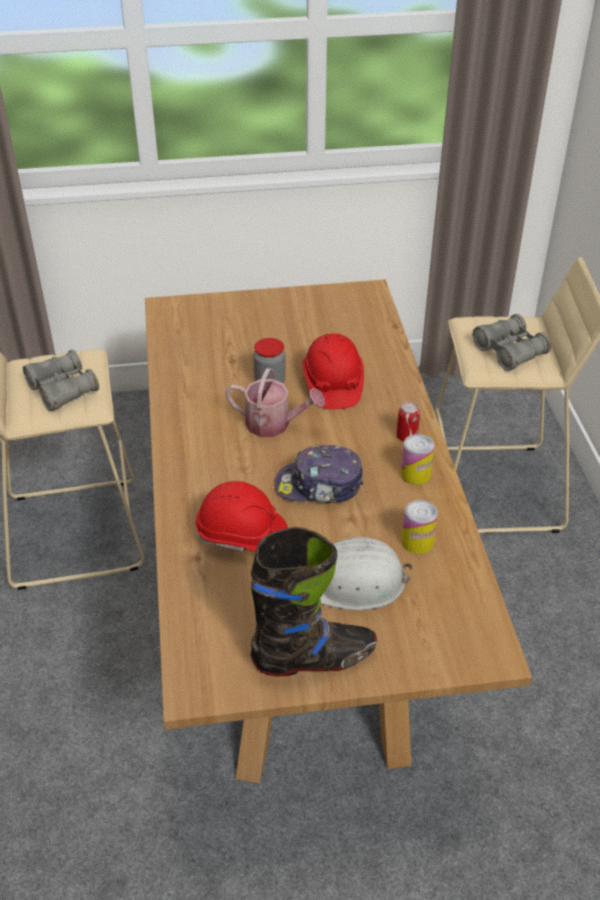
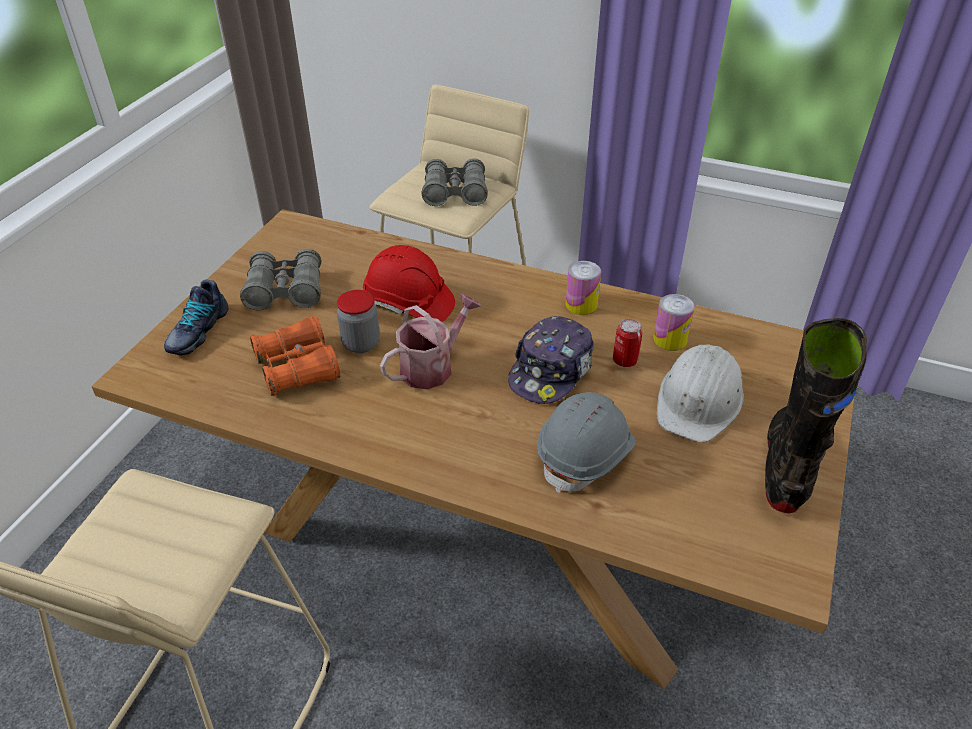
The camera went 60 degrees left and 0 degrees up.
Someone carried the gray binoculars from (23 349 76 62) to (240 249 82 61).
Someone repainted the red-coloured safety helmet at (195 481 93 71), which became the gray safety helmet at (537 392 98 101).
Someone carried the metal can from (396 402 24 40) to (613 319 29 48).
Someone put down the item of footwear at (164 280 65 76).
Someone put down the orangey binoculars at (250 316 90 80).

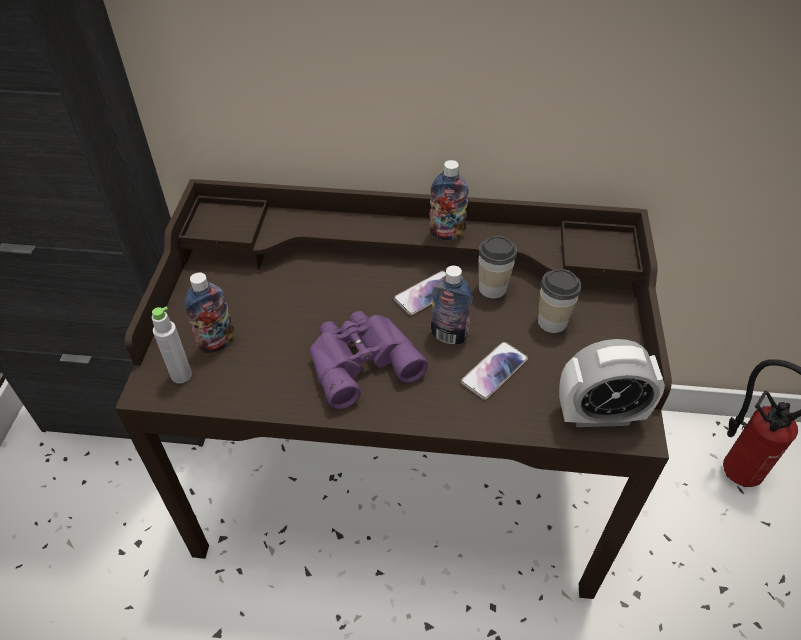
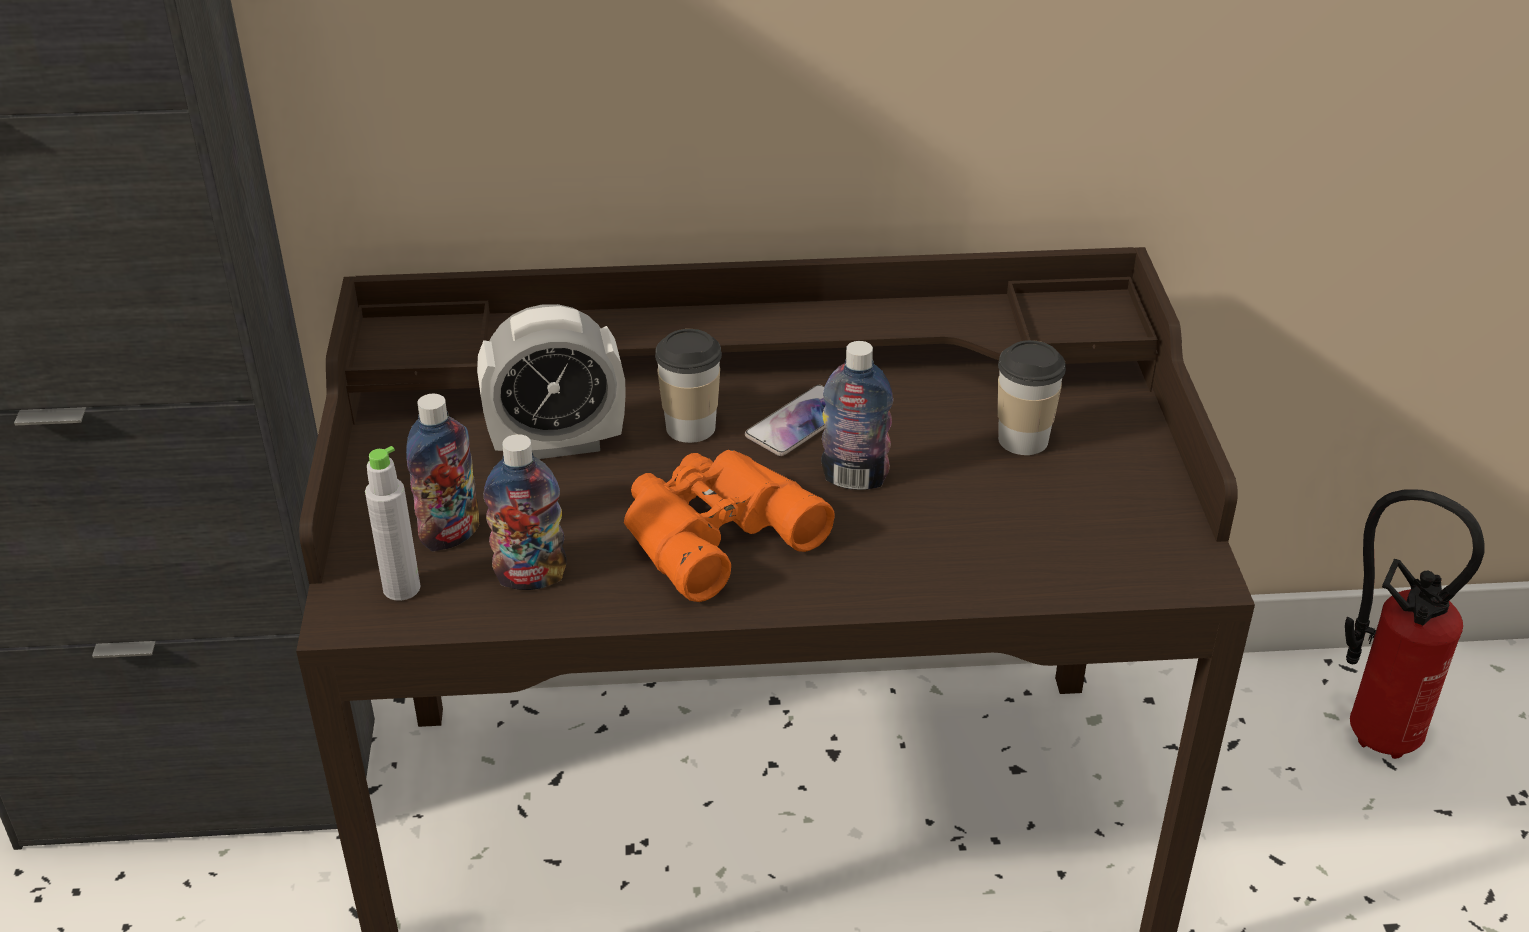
The camera went 10 degrees left and 10 degrees down.
Someone repainted the purple binoculars at (309 311 119 98), which became the orangey binoculars at (624 450 210 152).
Someone carried the drink bottle from (429 160 40 80) to (484 434 83 156).
Someone took away the telephone at (461 342 67 58).
Someone carried the small cup from (478 236 39 62) to (655 329 67 114).
Someone carried the bedside clock from (559 339 106 88) to (477 304 149 155).

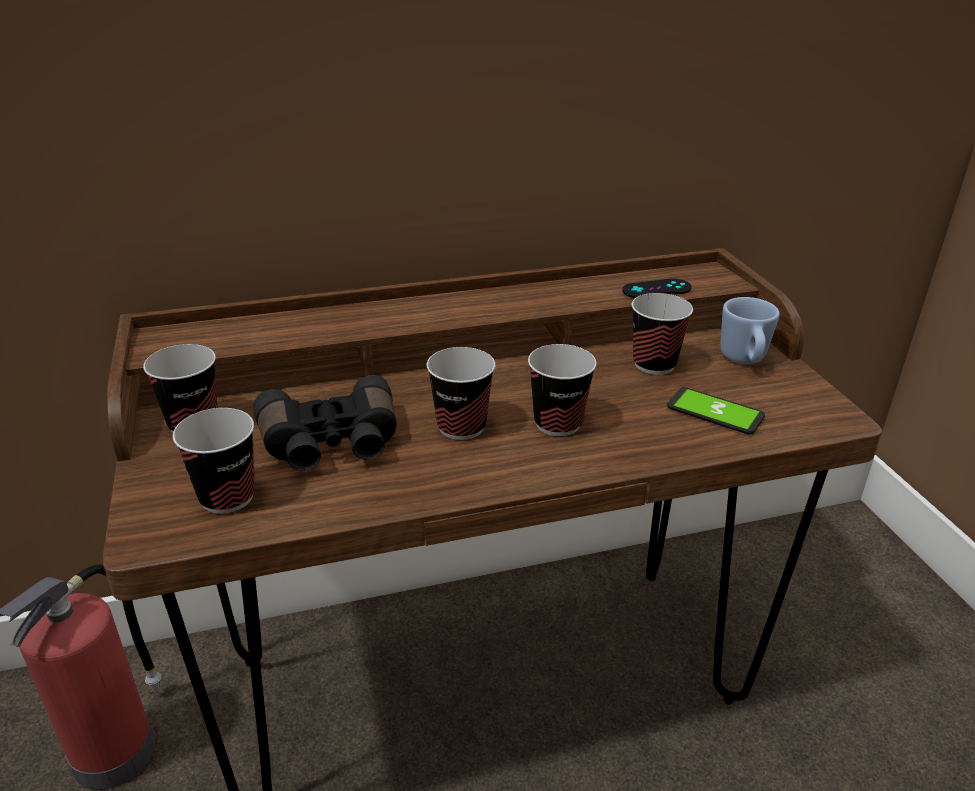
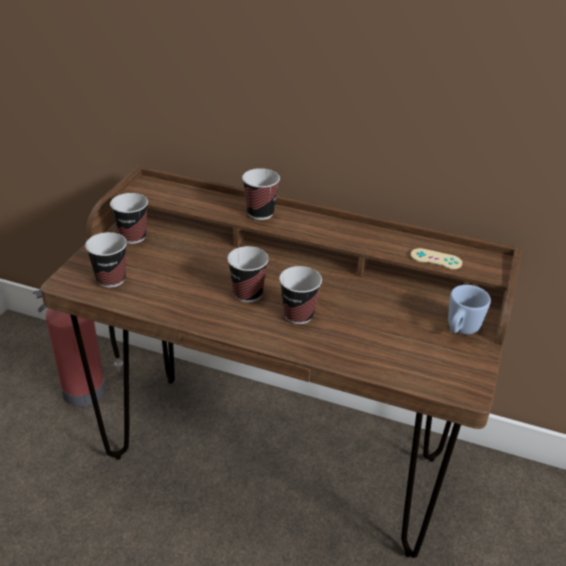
The camera went 35 degrees right and 5 degrees up.
Someone took away the black binoculars at (253 375 144 96).
Someone repainted the black game controller at (622 278 70 20), which became the sand-coloured game controller at (411 248 51 21).
Someone carried the small cup from (632 293 61 82) to (242 168 38 52).
Someone took away the telephone at (667 387 98 48).

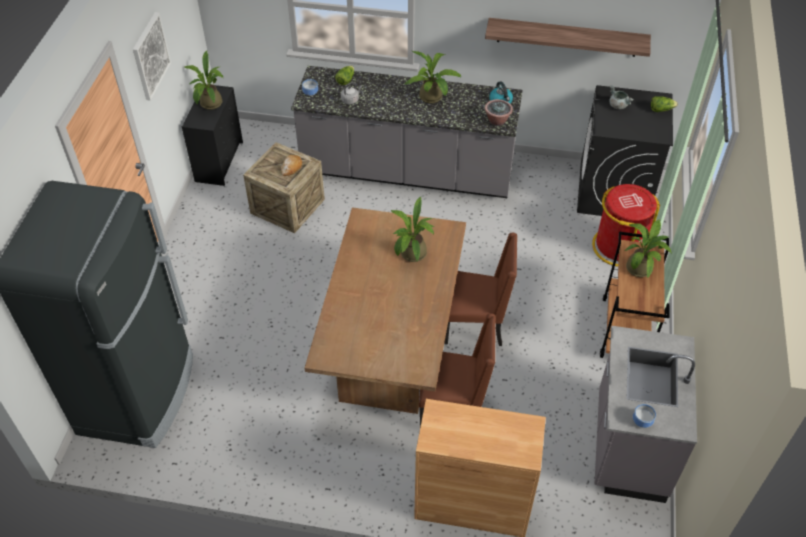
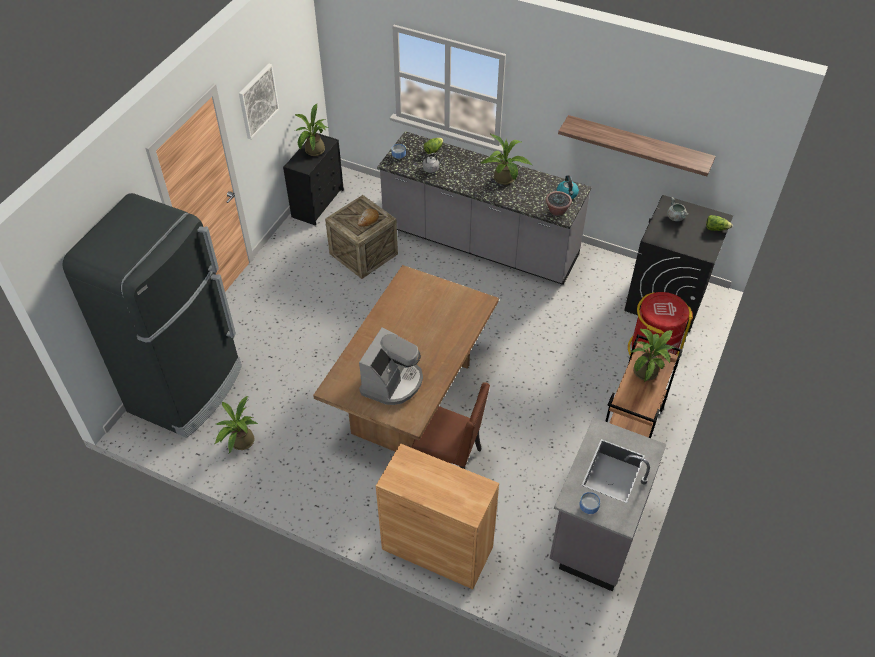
The camera went 15 degrees right and 0 degrees up.
Someone carried the potted plant from (391 196 43 66) to (215 396 43 57).
Someone took away the brownish chair at (444 232 73 114).
Someone put down the coffee maker at (359 327 64 78).

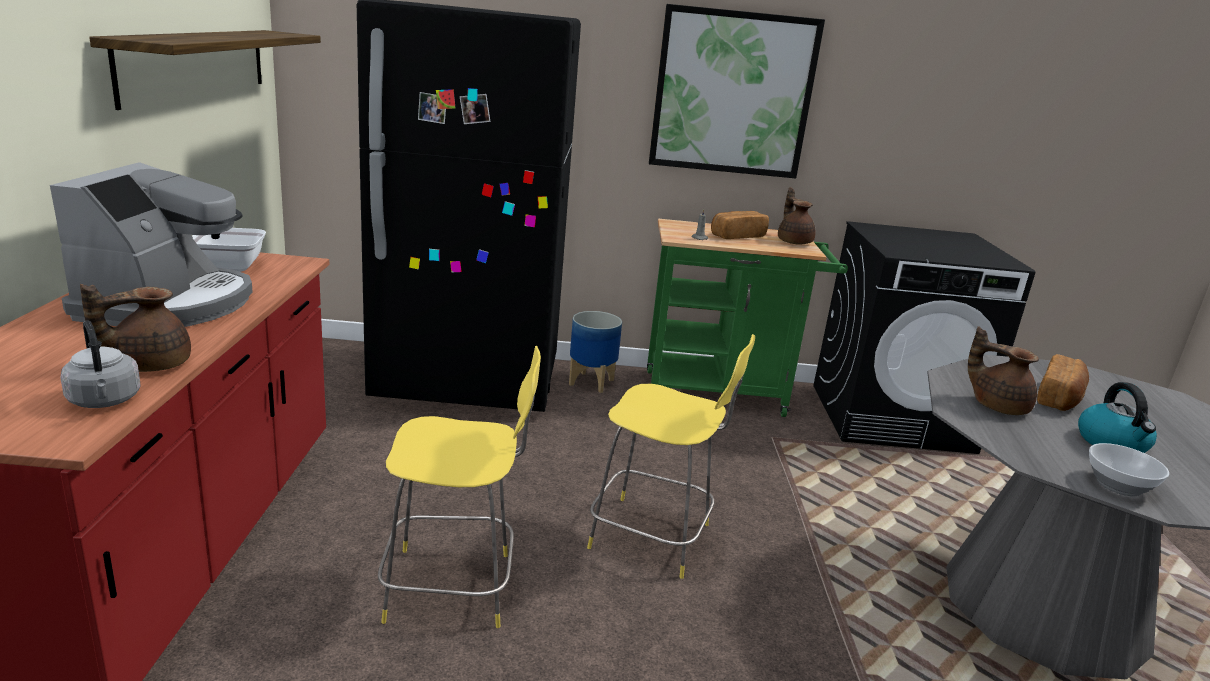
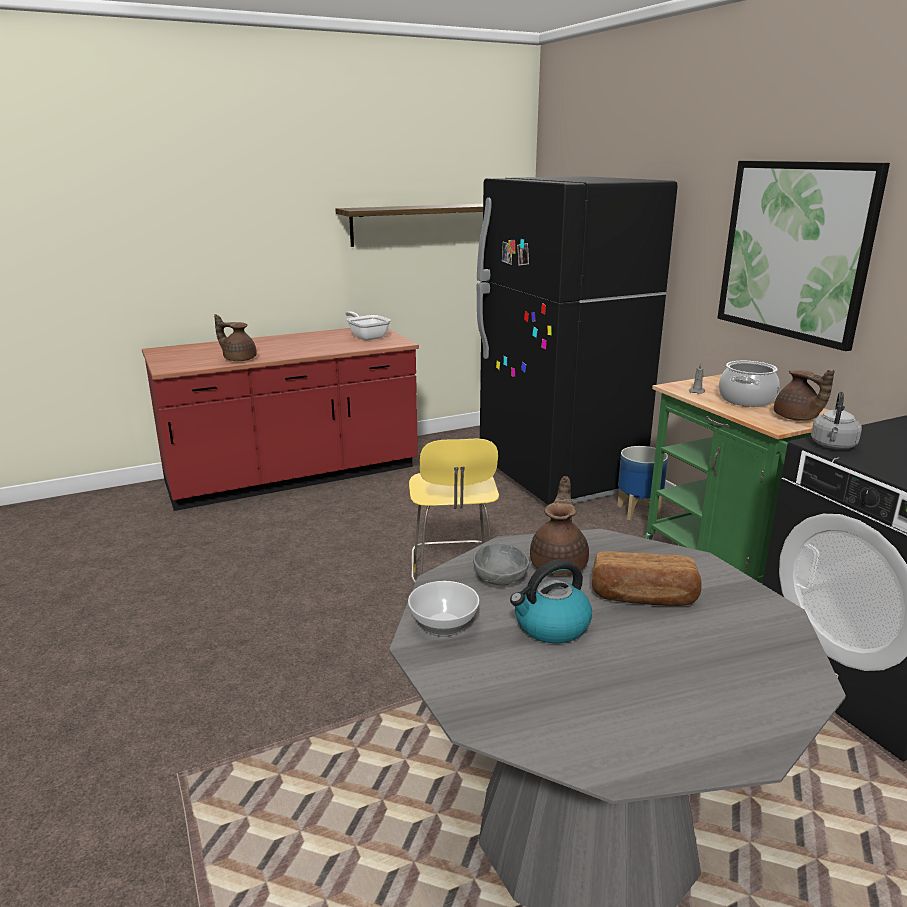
The camera went 65 degrees right and 0 degrees up.
Someone took away the coffee maker at (50 162 203 165).
Someone carried the gray tea kettle from (60 321 80 87) to (811 392 51 57).
Someone took away the yellow-coloured sitting stool at (378 346 163 282).
Someone swapped the bread at (711 211 58 28) for the saucepot at (719 361 61 46).
Someone rotated the brownish pot for tea at (778 187 38 58) by 105 degrees clockwise.
Someone put down the gray bowl at (473 543 56 43).

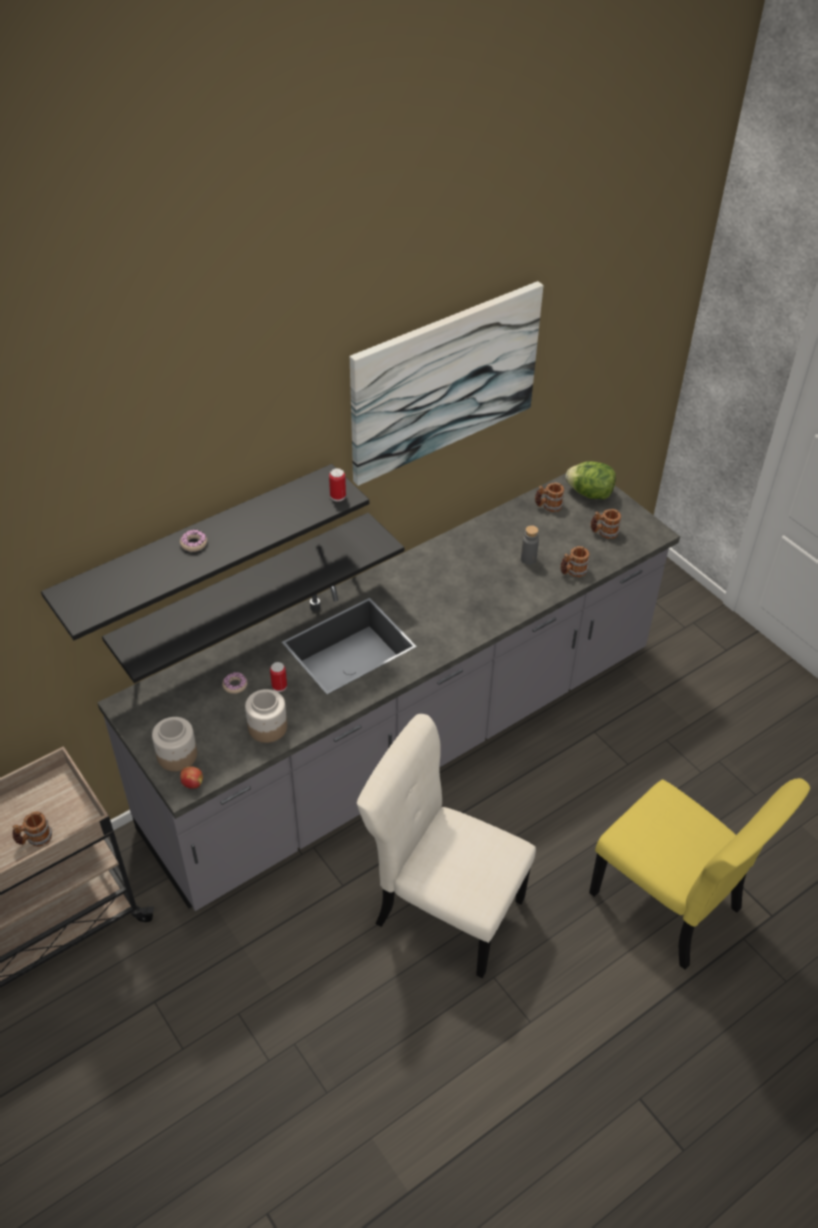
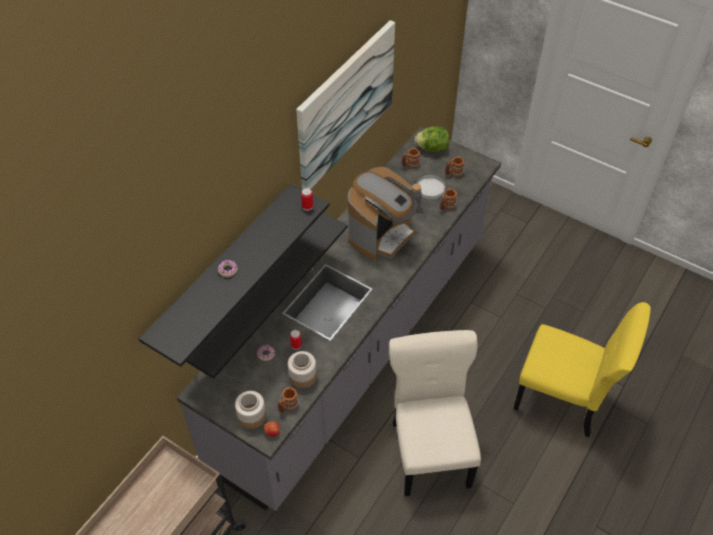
The camera went 20 degrees left and 5 degrees up.
Someone carried the mug from (13 811 39 36) to (278 387 21 26).
Someone rotated the sand-coloured chair at (357 714 179 264) by 75 degrees clockwise.
Someone put down the coffee maker at (348 167 70 93).
Someone put down the whitish flat dish at (416 175 29 24).

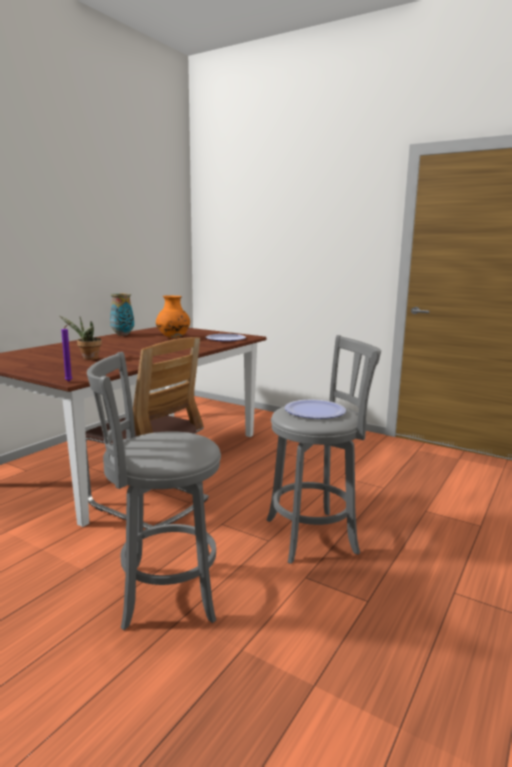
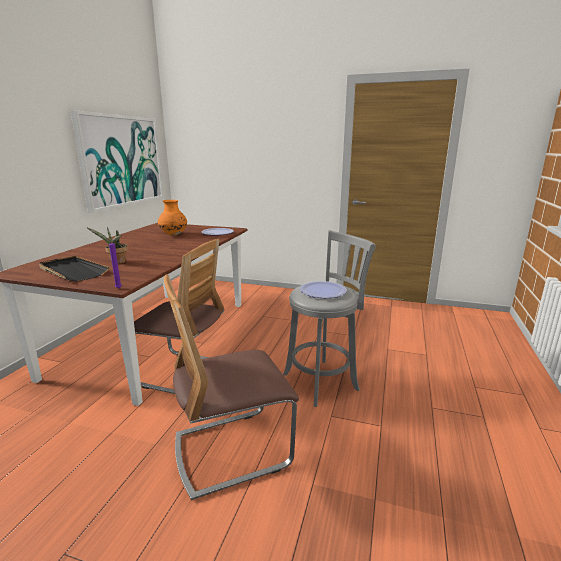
The camera went 15 degrees left and 5 degrees up.
Someone swapped the gray sitting stool at (87 352 134 278) for the chair at (164 274 135 226).
Someone took away the decorative vase at (110 293 24 43).
Someone put down the black carrying tray at (39 256 70 26).
Someone put up the picture at (71 110 93 103).

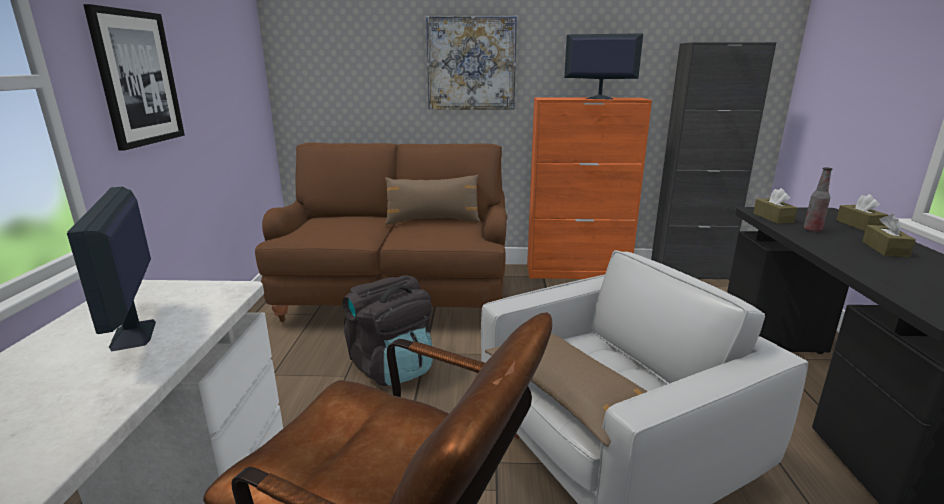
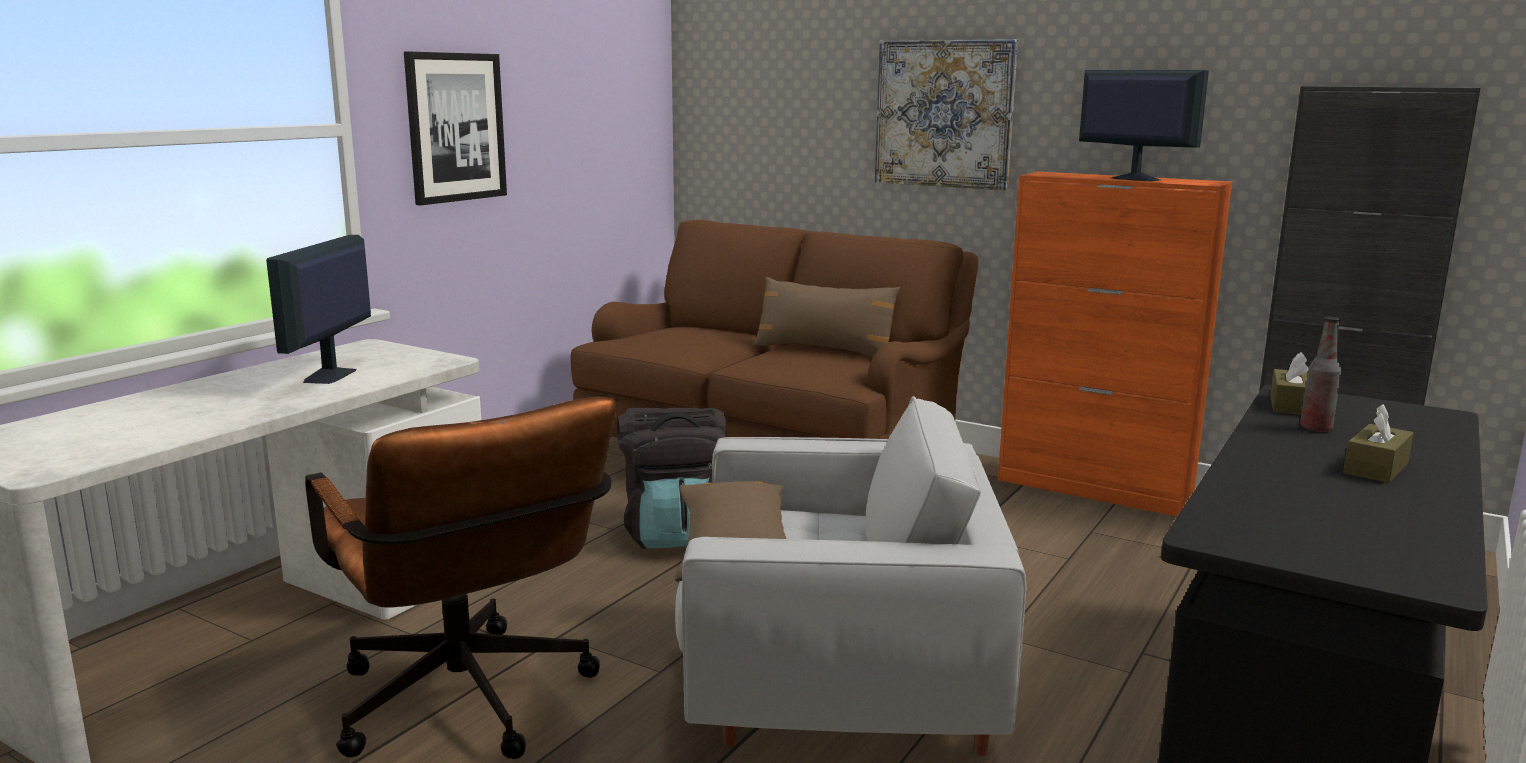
The camera went 30 degrees right and 5 degrees down.
Someone took away the brownish box of tissues at (836 194 52 37).

